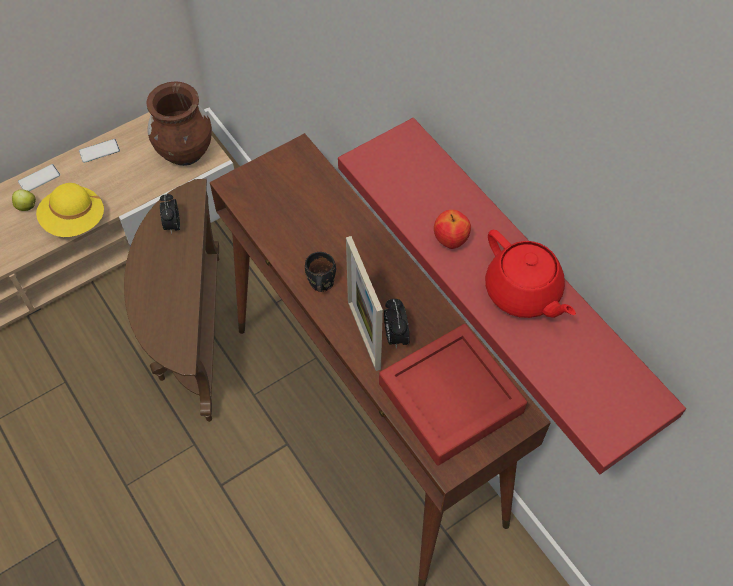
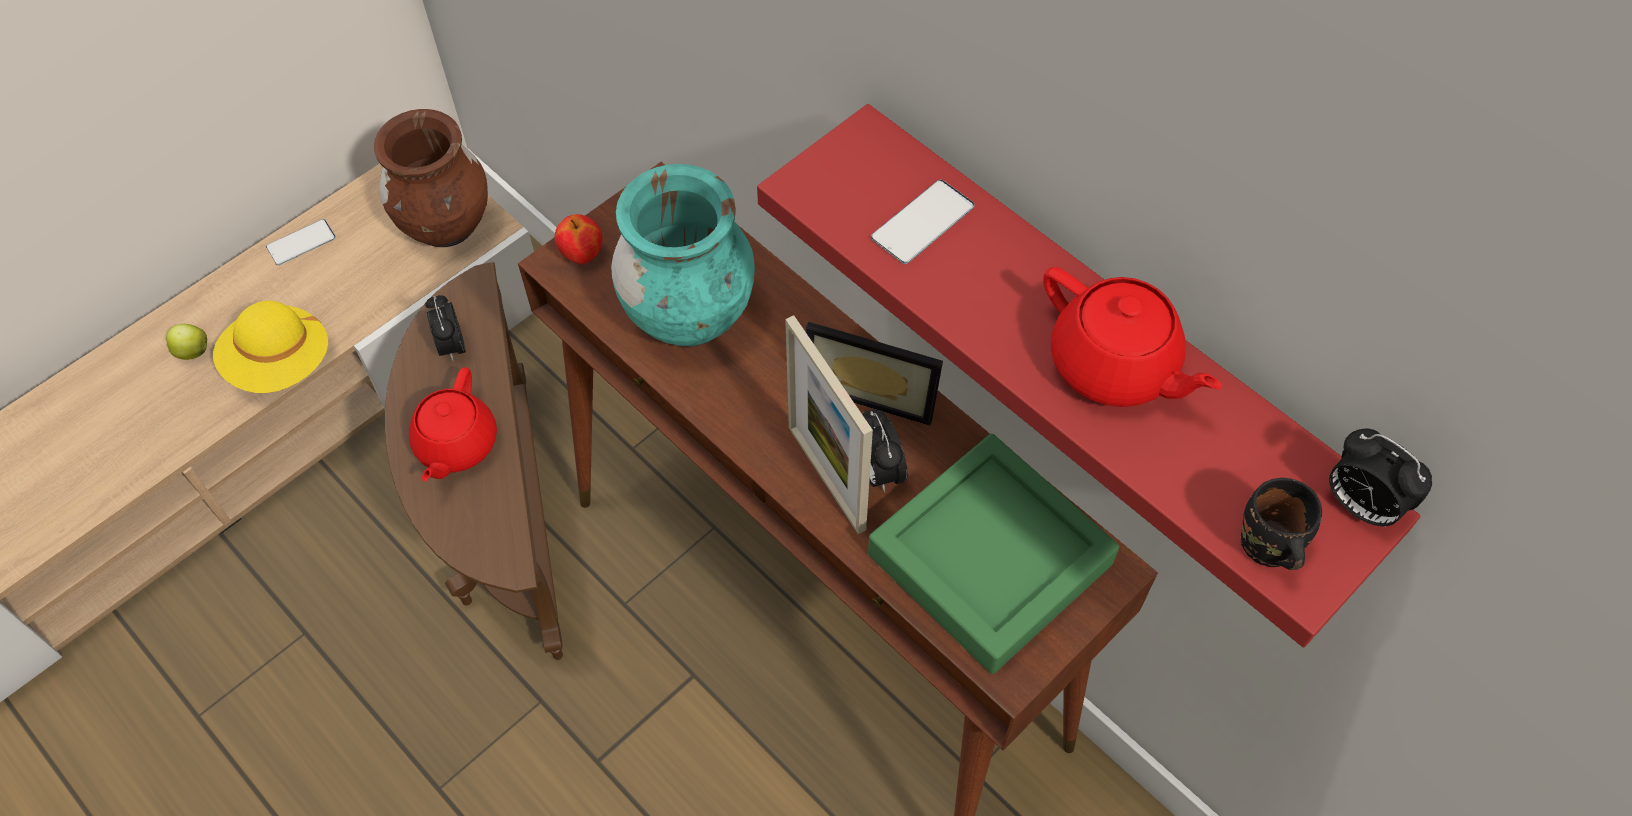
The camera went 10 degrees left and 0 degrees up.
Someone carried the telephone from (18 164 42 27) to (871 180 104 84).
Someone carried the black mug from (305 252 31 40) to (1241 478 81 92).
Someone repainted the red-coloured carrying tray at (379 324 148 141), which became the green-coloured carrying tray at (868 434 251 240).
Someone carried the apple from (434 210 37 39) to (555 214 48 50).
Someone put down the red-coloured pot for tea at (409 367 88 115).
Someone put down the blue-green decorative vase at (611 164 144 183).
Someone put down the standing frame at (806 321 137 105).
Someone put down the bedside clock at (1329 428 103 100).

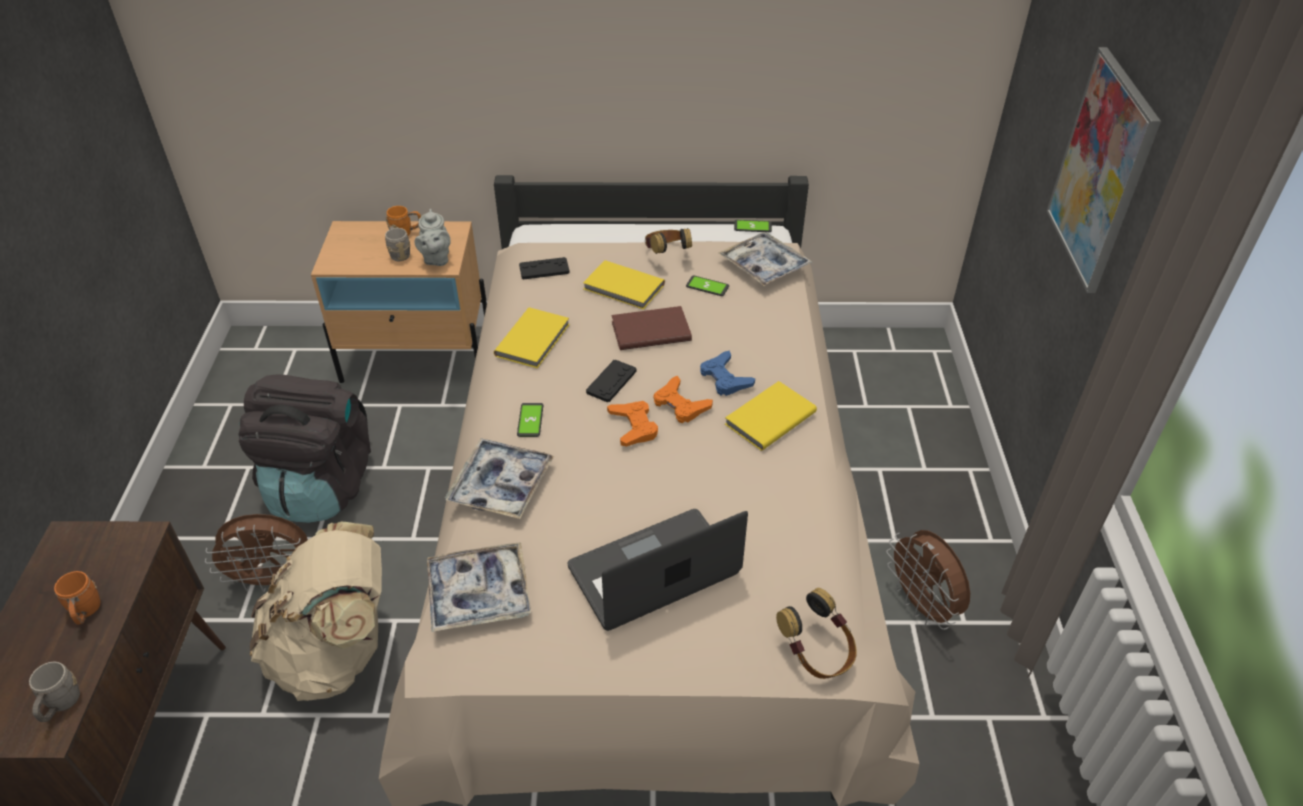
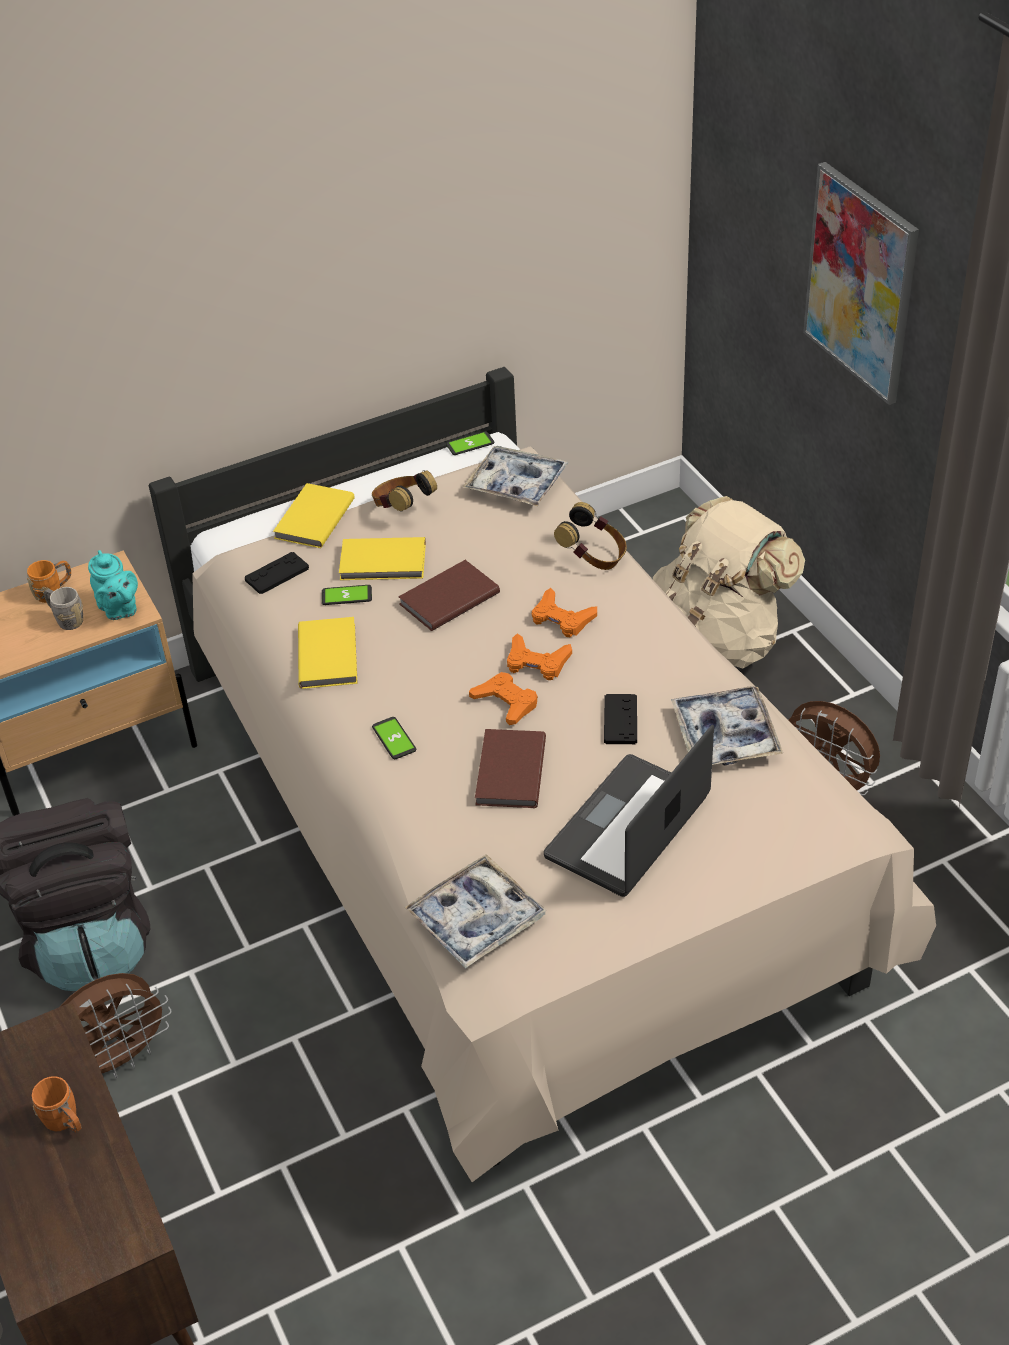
The camera went 25 degrees left and 0 degrees up.
Someone took away the gray mug at (29 661 51 61).
Someone carried the sand-coloured knapsack from (250 522 132 179) to (653 496 152 173).
Someone repainted the gray pot for tea at (414 209 36 57), which became the blue-green pot for tea at (88 550 50 70).
Someone carried the carrying tray from (445 439 109 80) to (671 686 112 80).
Someone carried the black game controller from (586 359 50 43) to (604 694 33 50).
Someone carried the telephone from (686 276 43 20) to (322 585 50 20).
Someone repainted the blue game controller at (700 351 55 45), which became the orangey game controller at (532 588 65 49).
Someone carried the yellow-coloured volume from (725 381 92 70) to (273 483 82 65).
Someone carried the headphones from (776 588 81 91) to (554 502 73 68).
Someone put down the brownish volume at (475 729 71 79).

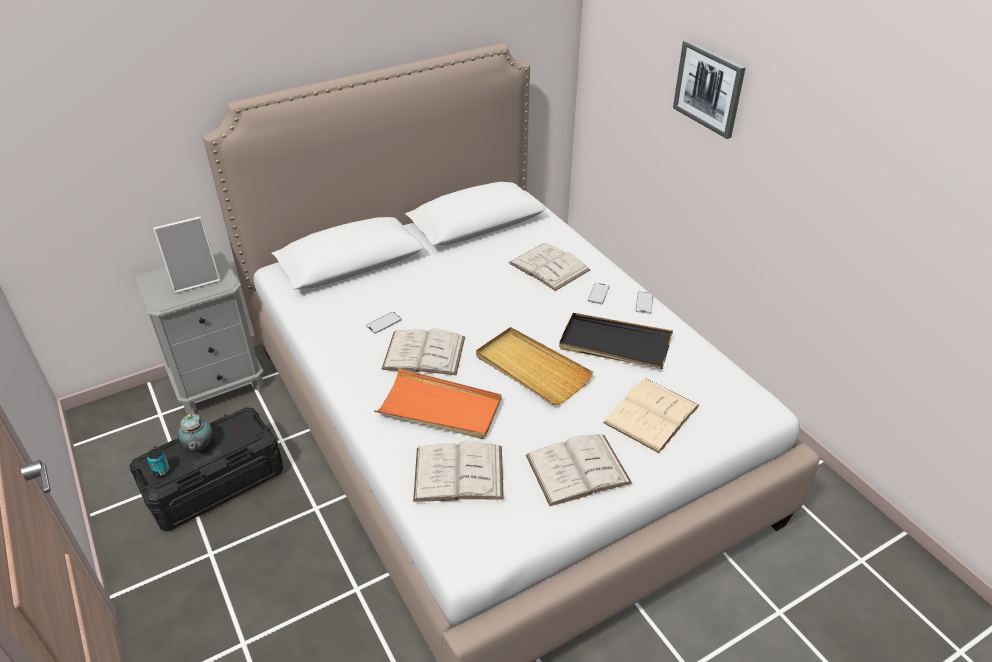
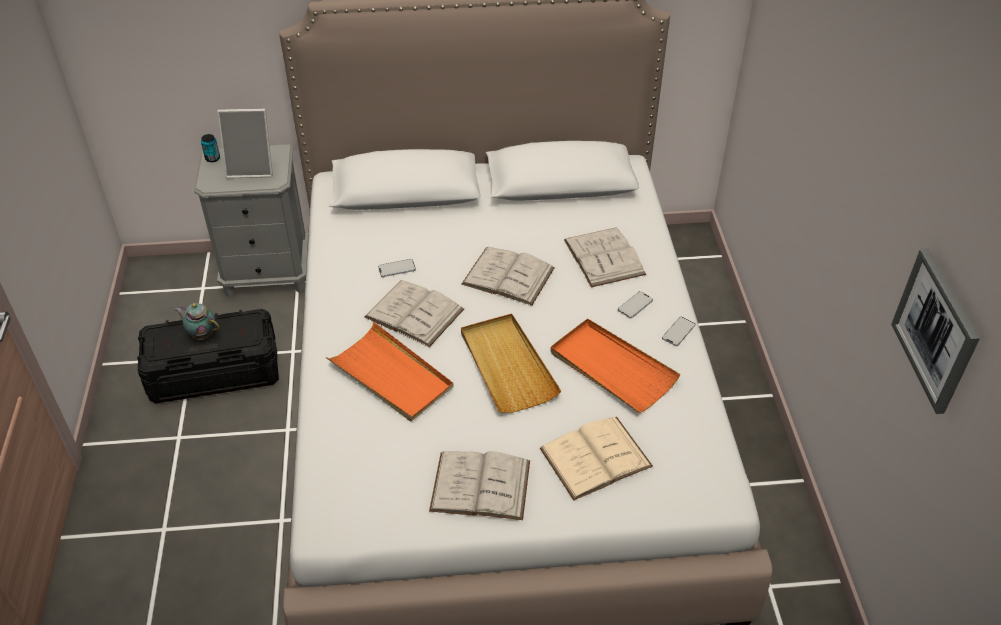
The camera went 25 degrees right and 5 degrees up.
Someone carried the metal can from (147 448 23 29) to (201 134 19 28).
Someone rotated the pot for tea at (178 409 34 42) by 105 degrees clockwise.
Someone carried the whitish volume from (413 441 91 61) to (462 247 93 58).
Someone repainted the black carrying tray at (559 313 114 56), which became the orangey carrying tray at (550 319 130 94).
Someone carried the picture from (673 40 73 99) to (891 248 89 166).

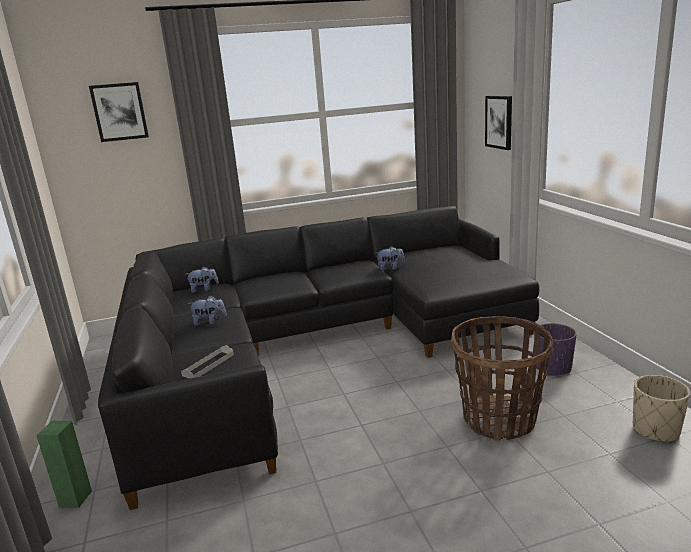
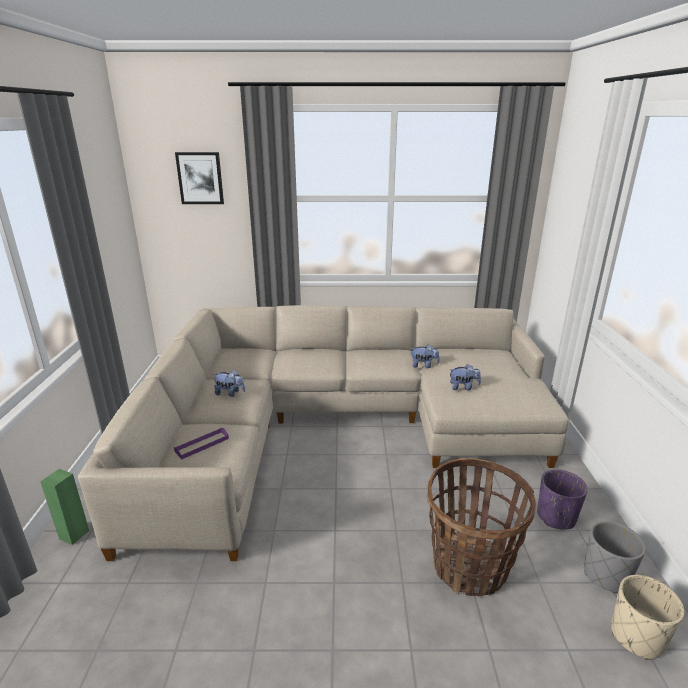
The camera went 15 degrees right and 5 degrees up.
Someone repainted the black settee at (98 206 442 304), which became the sand-coloured settee at (78 305 491 256).
Someone repainted the gray carrying tray at (181 345 53 33), which became the purple carrying tray at (174 428 55 31).
Someone carried the plush toy from (187 267 32 26) to (450 364 31 26).
Someone took away the picture at (485 96 27 54).
Someone put down the gray flower pot at (584 521 62 73).

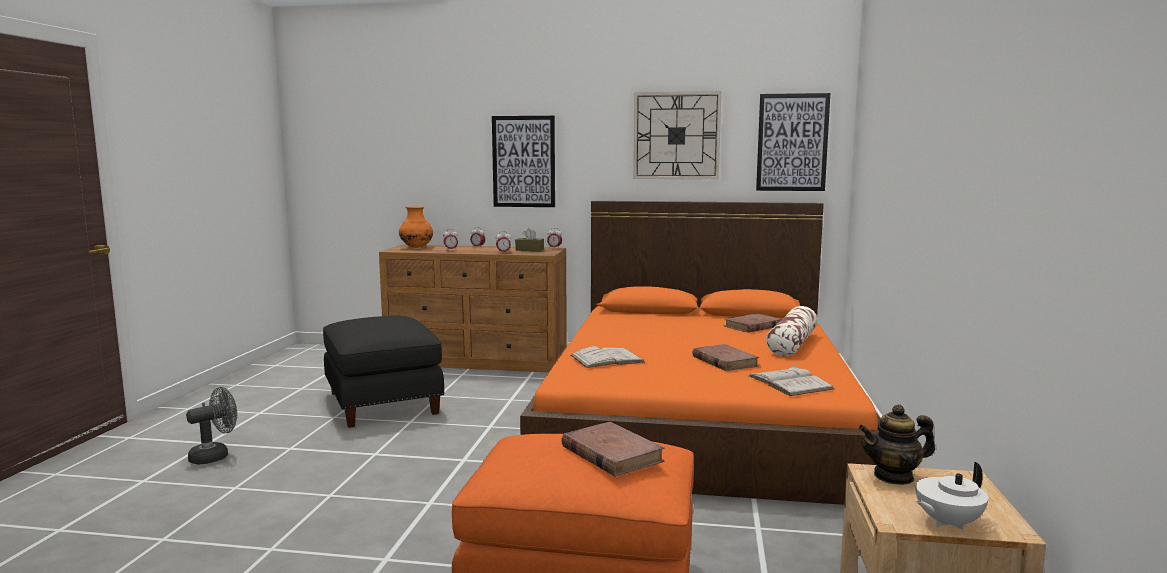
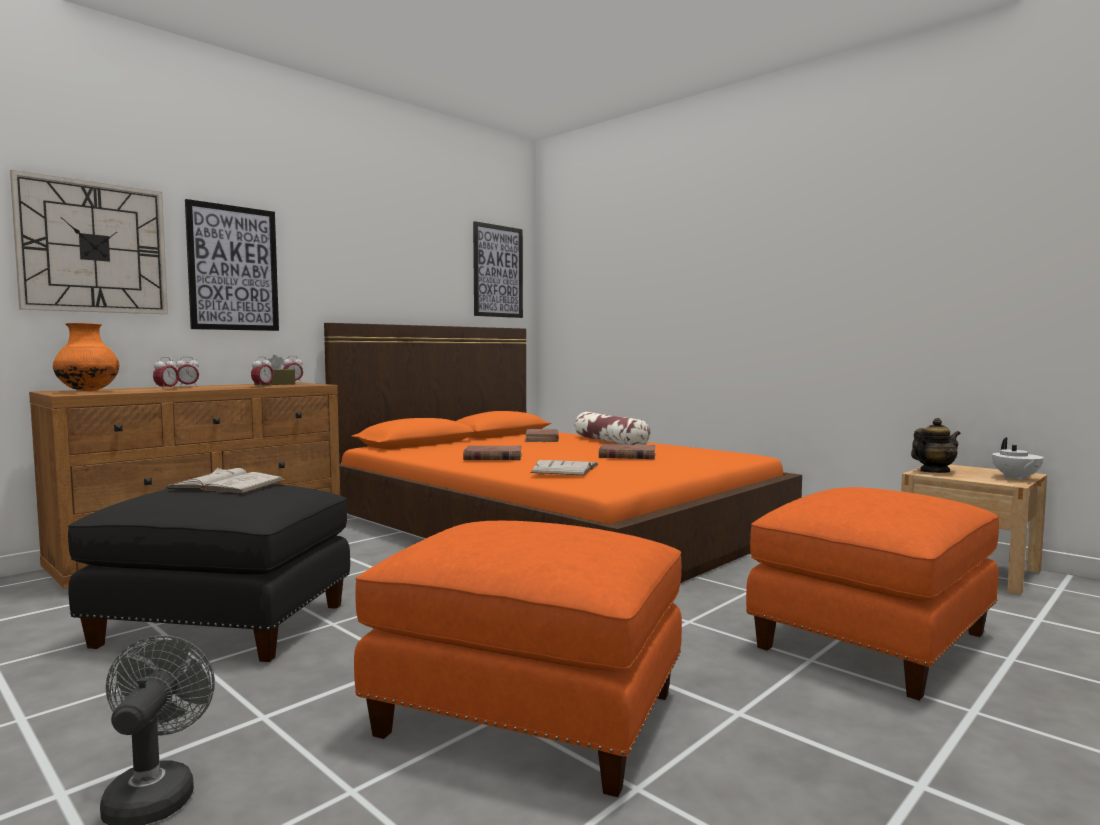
The camera went 55 degrees left and 5 degrees down.
Someone carried the brownish volume from (561 422 104 55) to (463 446 59 14).
Someone carried the hanging clock from (633 91 88 88) to (10 170 158 144).
Someone carried the whitish volume from (748 365 86 31) to (163 468 121 25).
Someone rotated the pot for tea at (858 404 77 81) by 135 degrees counterclockwise.
Someone put down the orangey ottoman at (354 521 328 276).

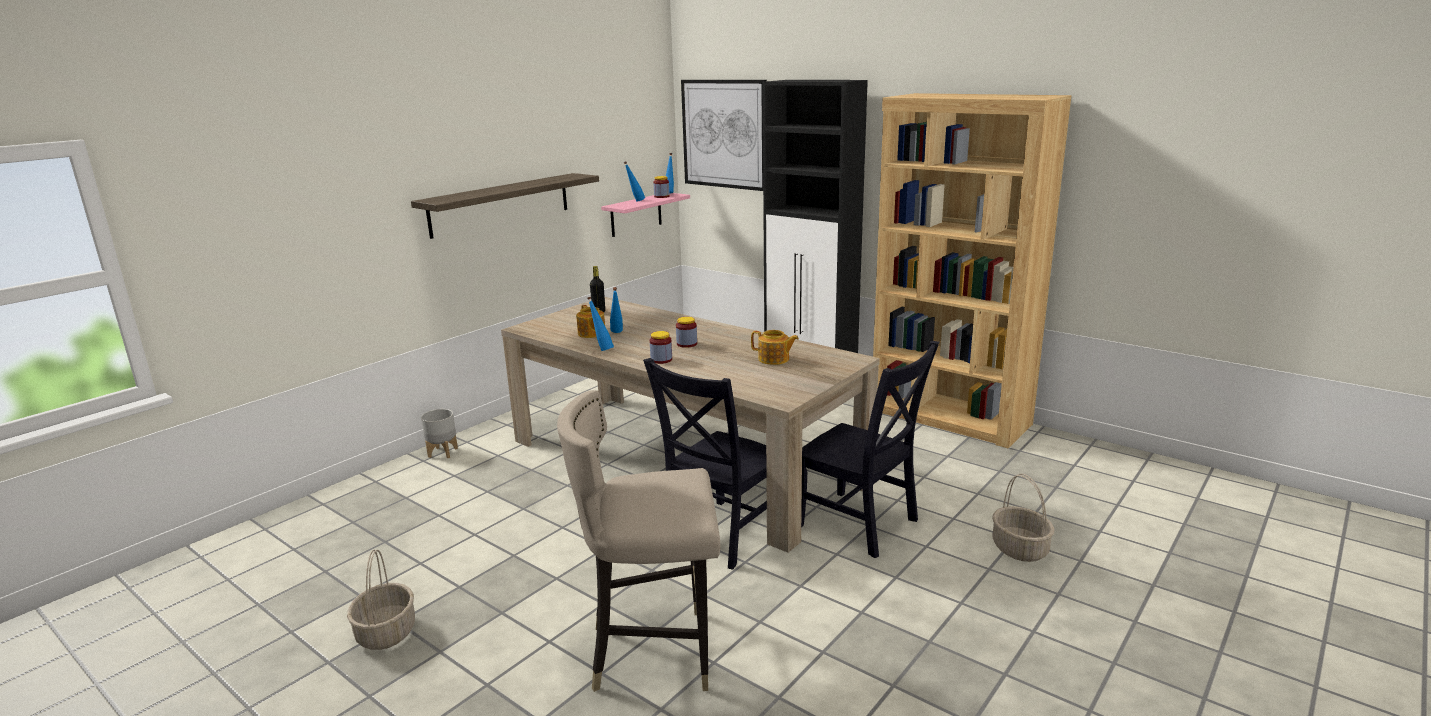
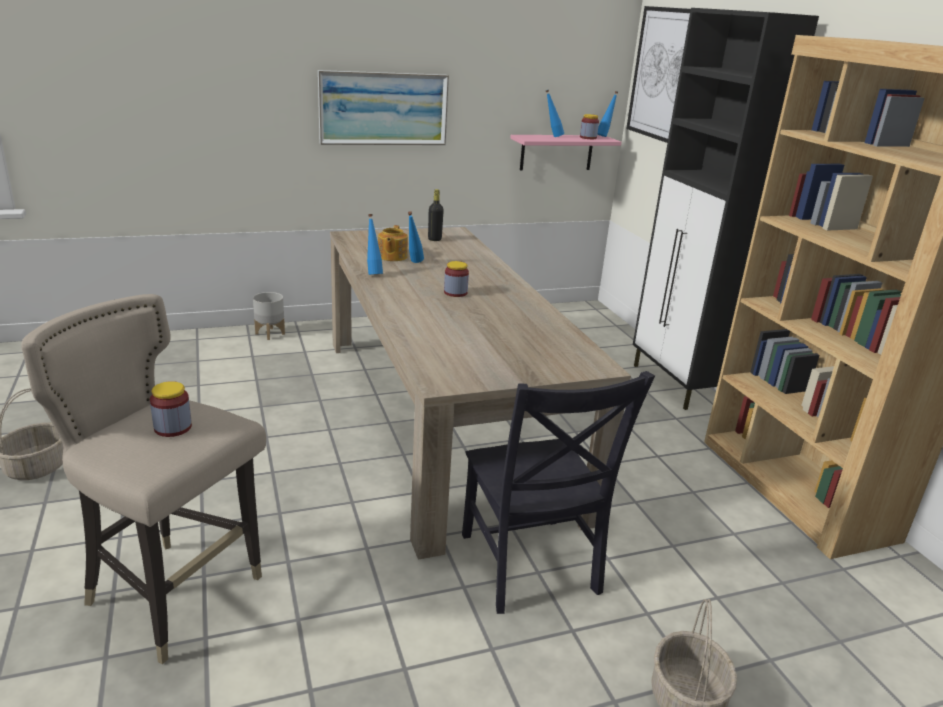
The camera went 30 degrees right and 5 degrees up.
Someone swapped the wall shelf at (411 173 188 66) for the picture at (318 70 131 75).
Someone took away the black chair at (643 358 124 212).
Someone carried the preserve jar from (650 331 22 33) to (150 381 42 56).
Someone took away the pot for tea at (751 330 48 35).

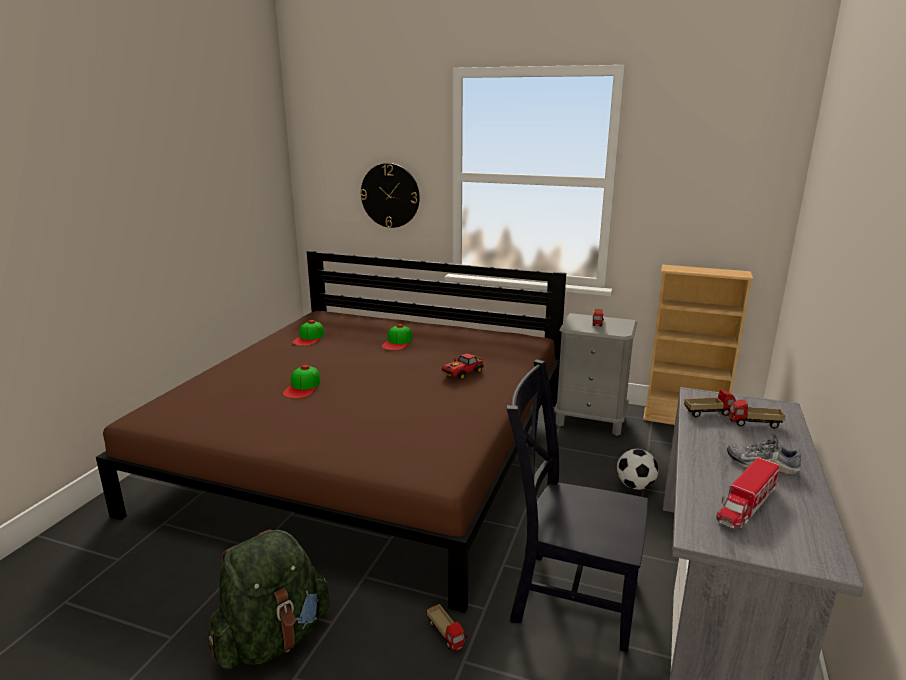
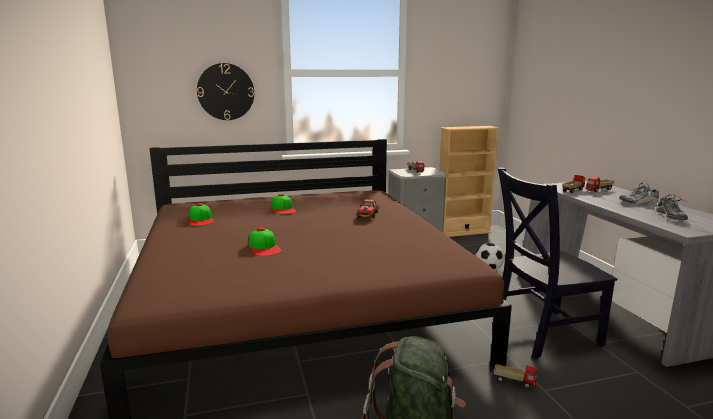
The camera went 35 degrees left and 5 degrees down.
Someone swapped the toy truck at (716 457 64 73) for the item of footwear at (656 194 32 26).

